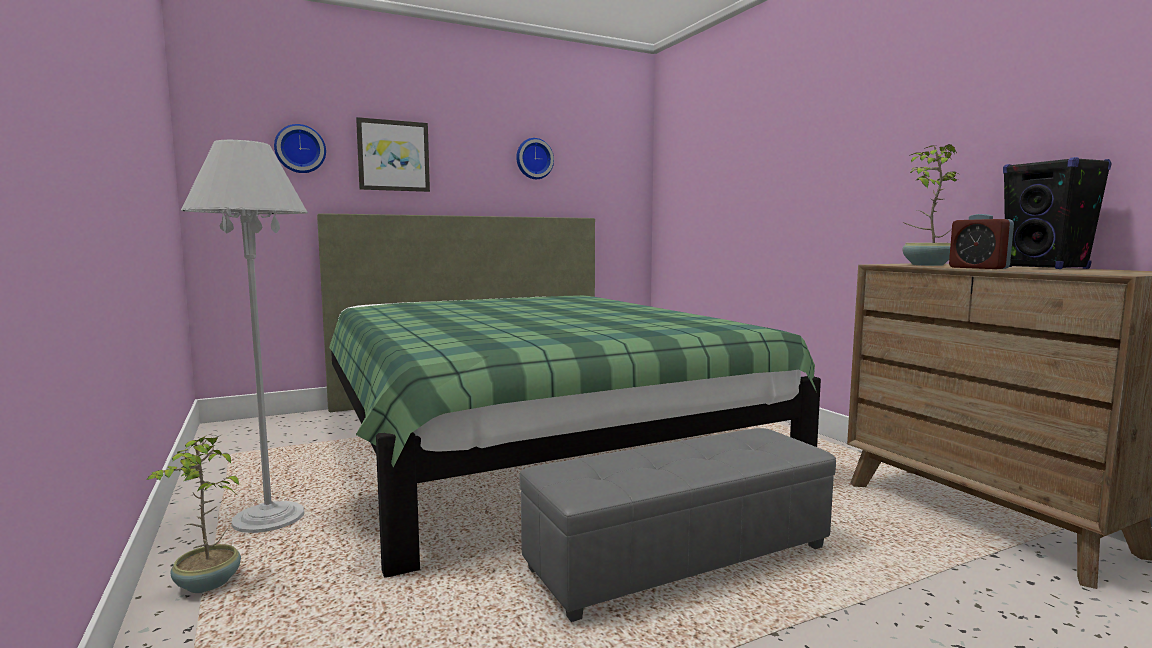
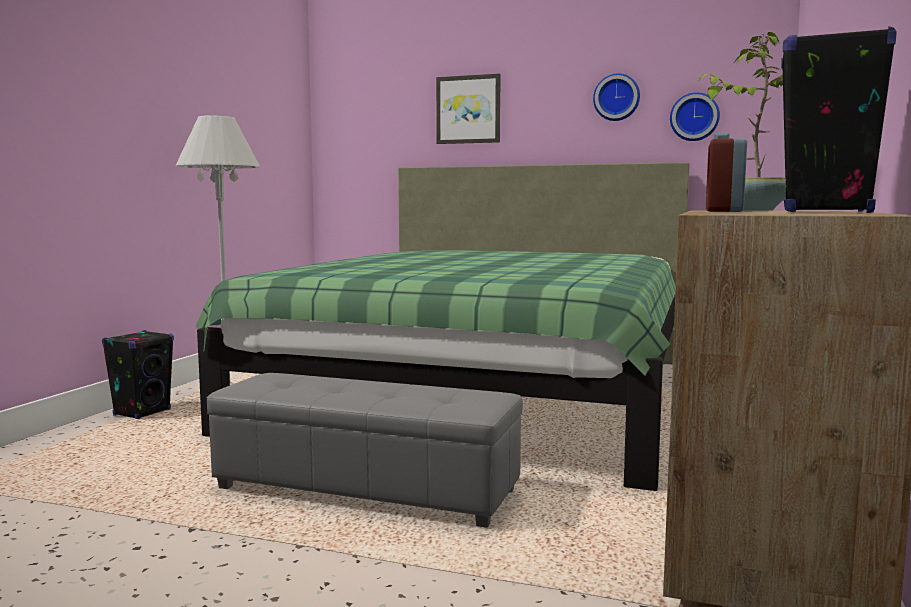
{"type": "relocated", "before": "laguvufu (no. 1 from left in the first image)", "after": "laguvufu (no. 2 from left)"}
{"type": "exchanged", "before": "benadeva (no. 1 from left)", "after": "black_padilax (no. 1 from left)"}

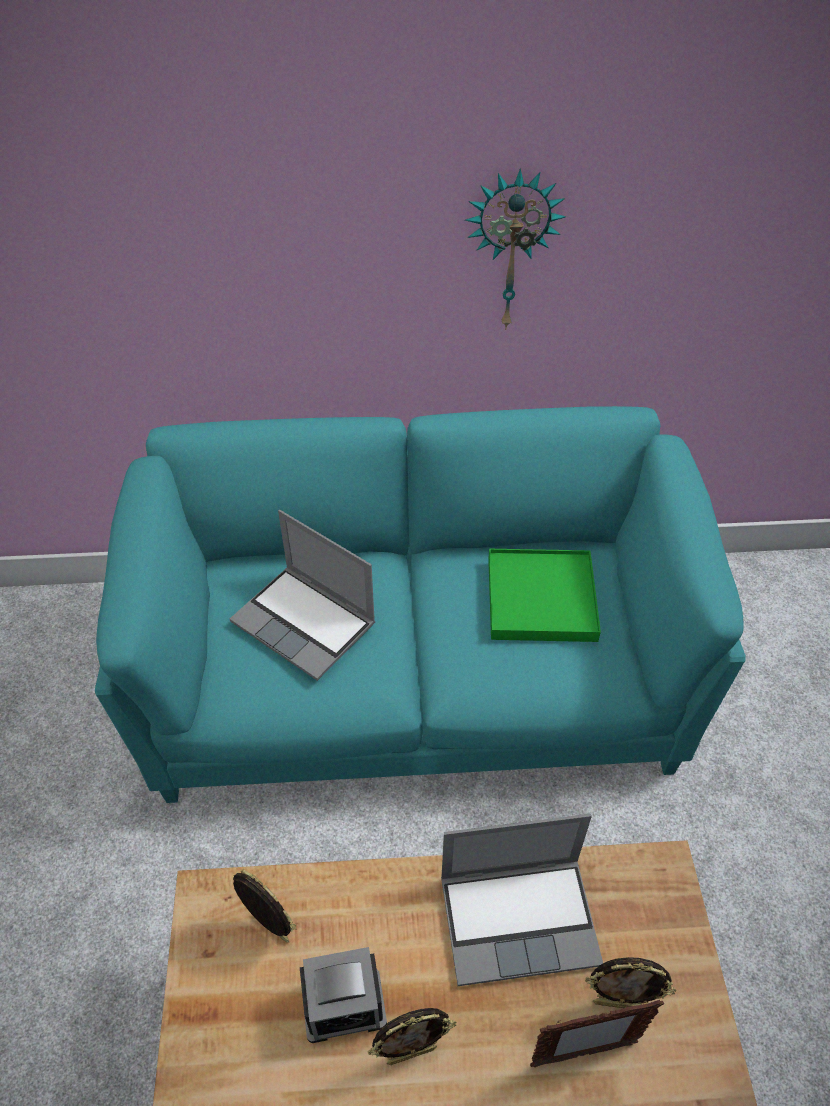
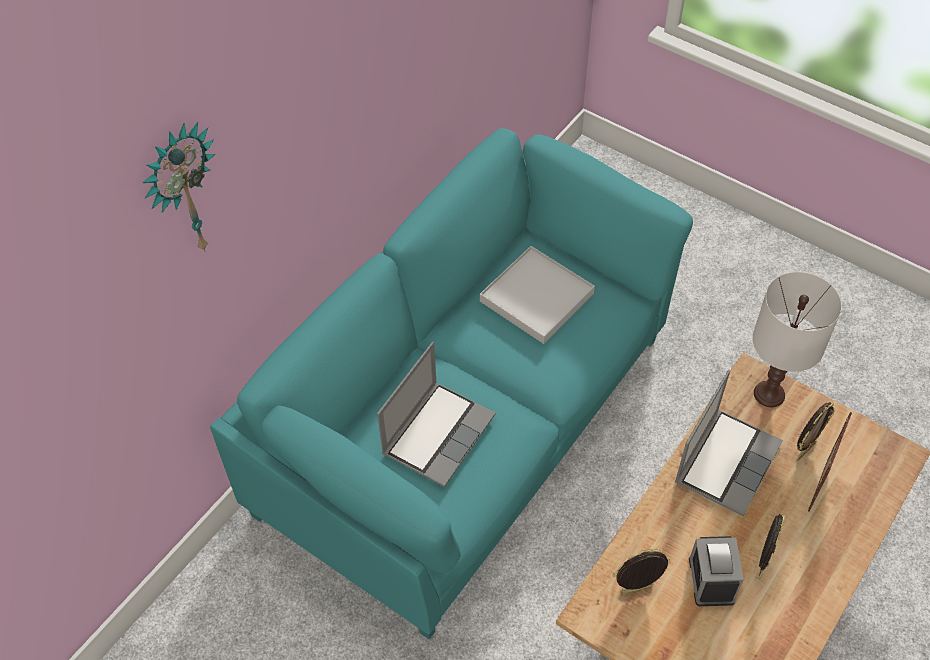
{"type": "relocated", "before": "laguvufu"}
{"type": "spun", "before": "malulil (no. 1 from left)", "turn": -45}
{"type": "colour", "before": "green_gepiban", "after": "white_gepiban"}
{"type": "spun", "before": "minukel", "turn": 150}
{"type": "appeared", "after": "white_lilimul"}

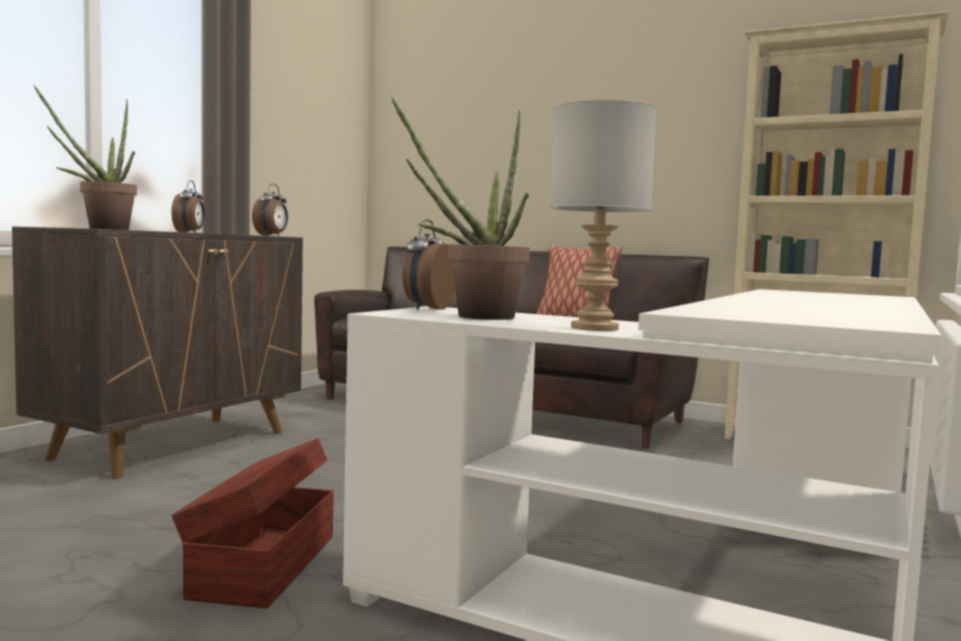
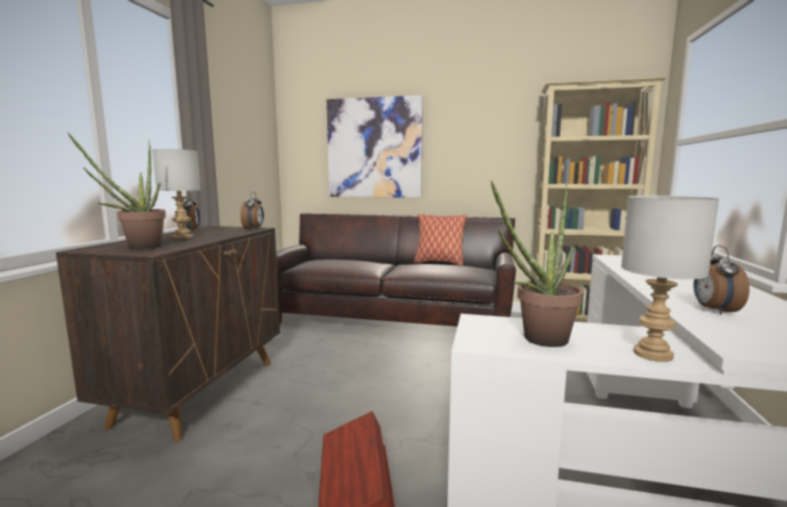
{"type": "relocated", "before": "minukel (no. 3 from left)"}
{"type": "appeared", "after": "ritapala"}
{"type": "appeared", "after": "grey_lilimul (no. 1 from left)"}

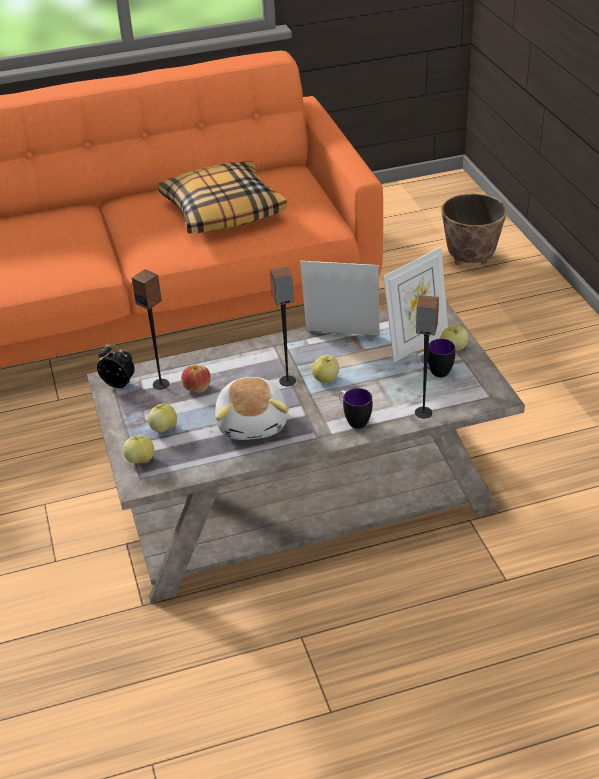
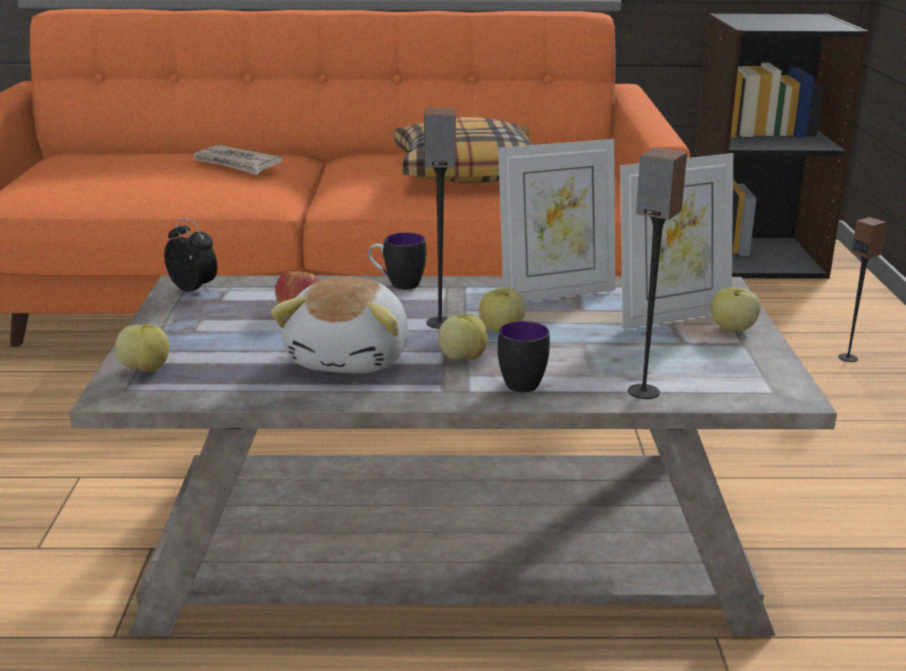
{"type": "missing", "before": "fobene"}
{"type": "spun", "before": "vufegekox (no. 1 from left)", "turn": 135}
{"type": "relocated", "before": "padilax (no. 1 from left in the first image)", "after": "padilax (no. 3 from left)"}
{"type": "relocated", "before": "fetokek (no. 2 from left in the first image)", "after": "fetokek (no. 1 from left)"}
{"type": "relocated", "before": "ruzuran (no. 2 from left in the first image)", "after": "ruzuran (no. 3 from left)"}
{"type": "appeared", "after": "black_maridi"}
{"type": "appeared", "after": "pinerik"}

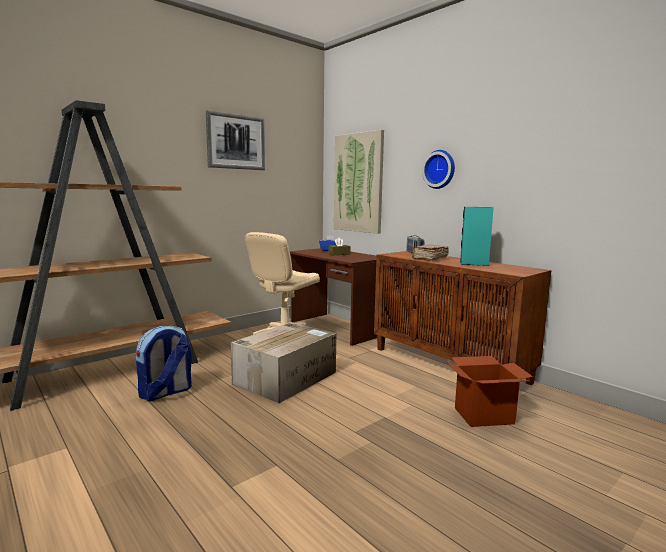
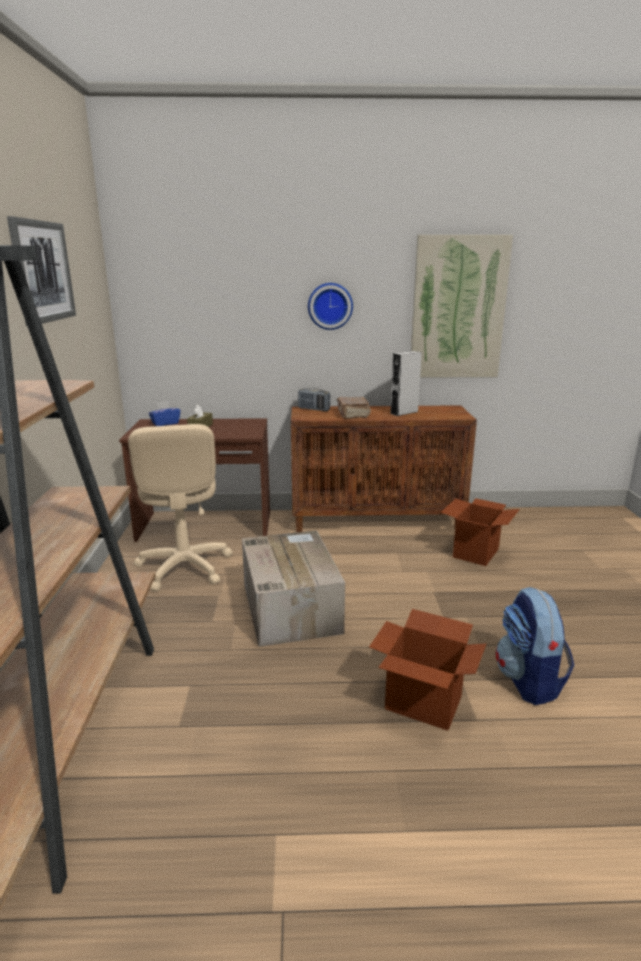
{"type": "relocated", "before": "ritapala (no. 2 from left)"}
{"type": "colour", "before": "turquoise_padilax", "after": "grey_padilax"}
{"type": "relocated", "before": "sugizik"}
{"type": "appeared", "after": "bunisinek (no. 2 from left)"}

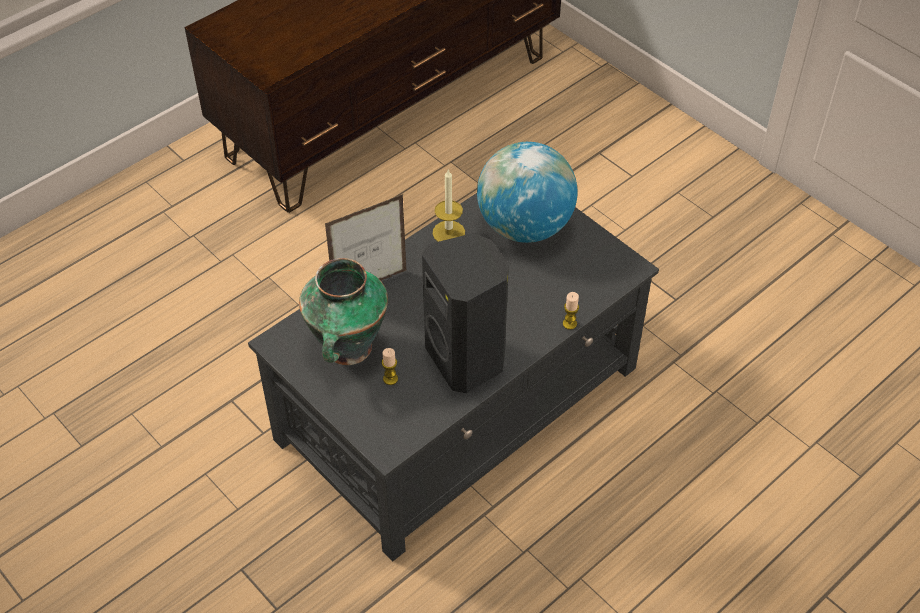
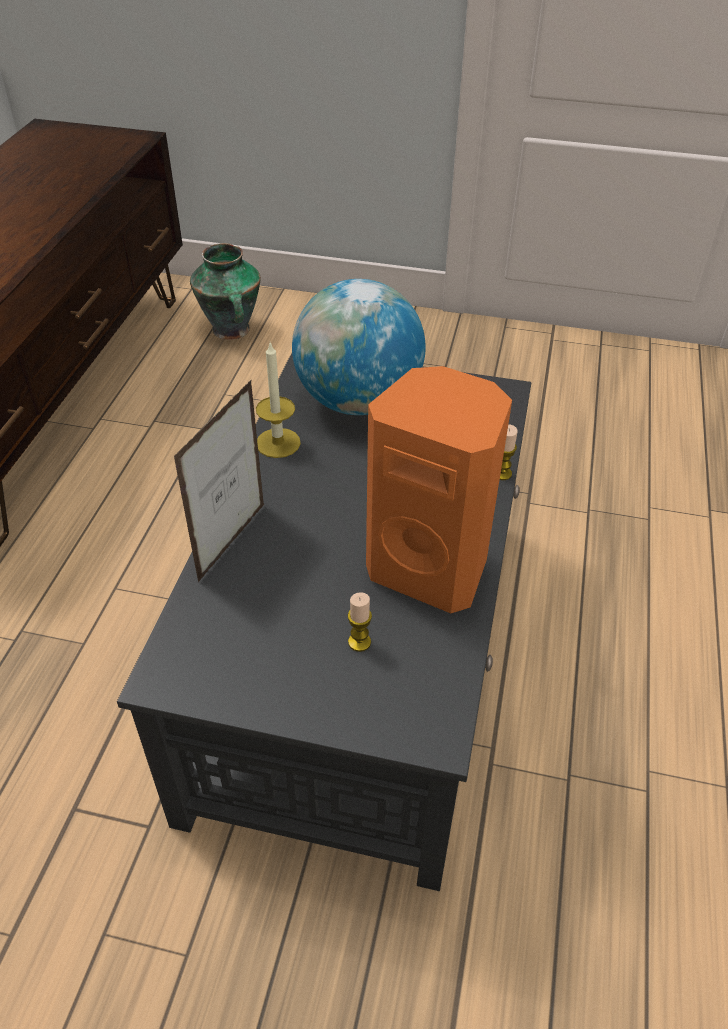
{"type": "colour", "before": "black_padilax", "after": "orange_padilax"}
{"type": "relocated", "before": "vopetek"}

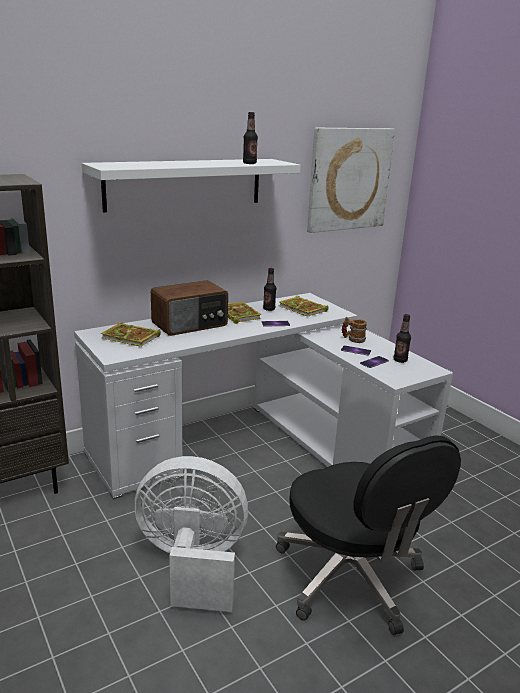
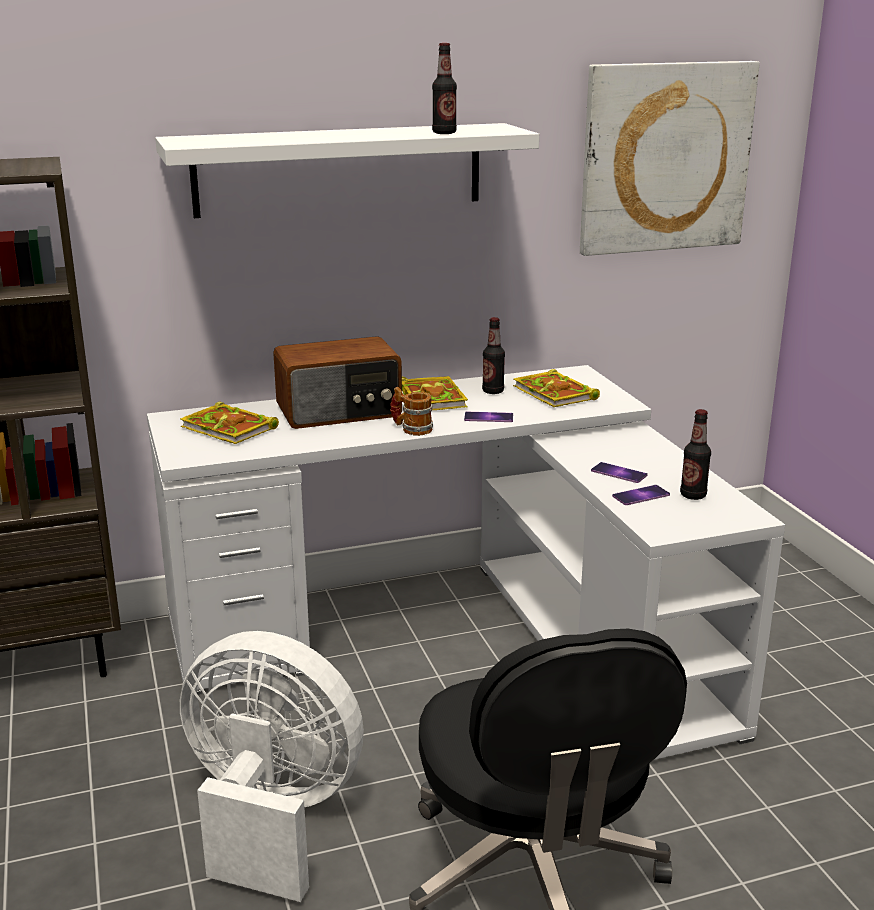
{"type": "relocated", "before": "fetokek"}

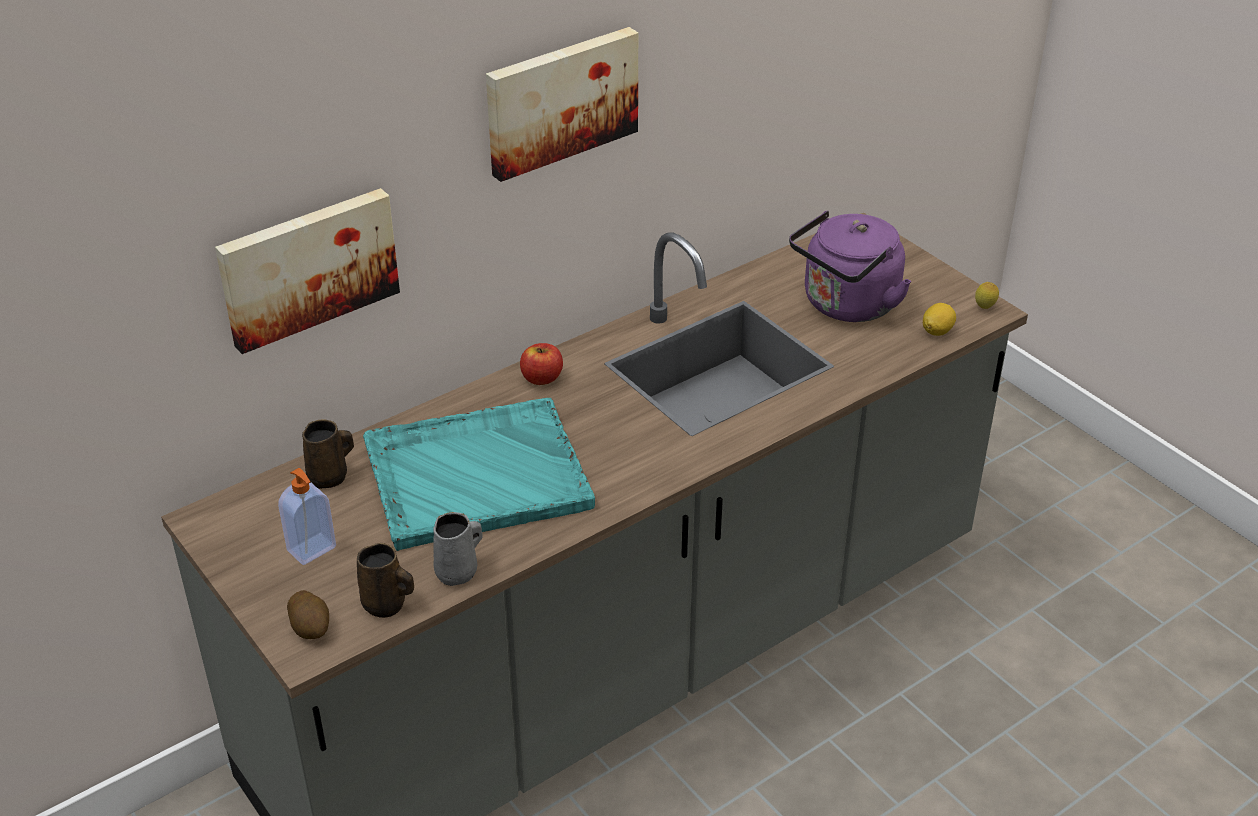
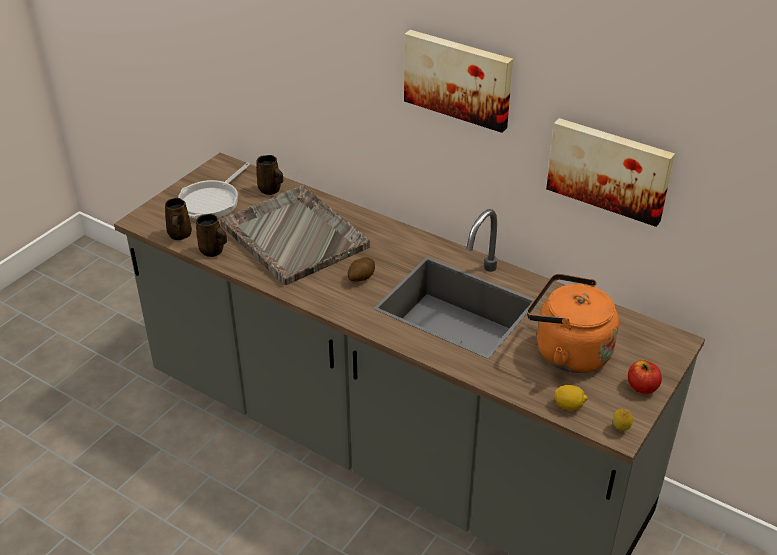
{"type": "relocated", "before": "ritapala (no. 1 from left in the first image)", "after": "ritapala (no. 2 from left)"}
{"type": "colour", "before": "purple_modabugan", "after": "orange_modabugan"}
{"type": "relocated", "before": "ruzuran"}
{"type": "colour", "before": "turquoise_gepiban", "after": "grey_gepiban"}
{"type": "exchanged", "before": "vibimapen", "after": "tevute"}
{"type": "colour", "before": "grey_fetokek", "after": "brown_fetokek (no. 2 from left)"}
{"type": "relocated", "before": "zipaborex"}

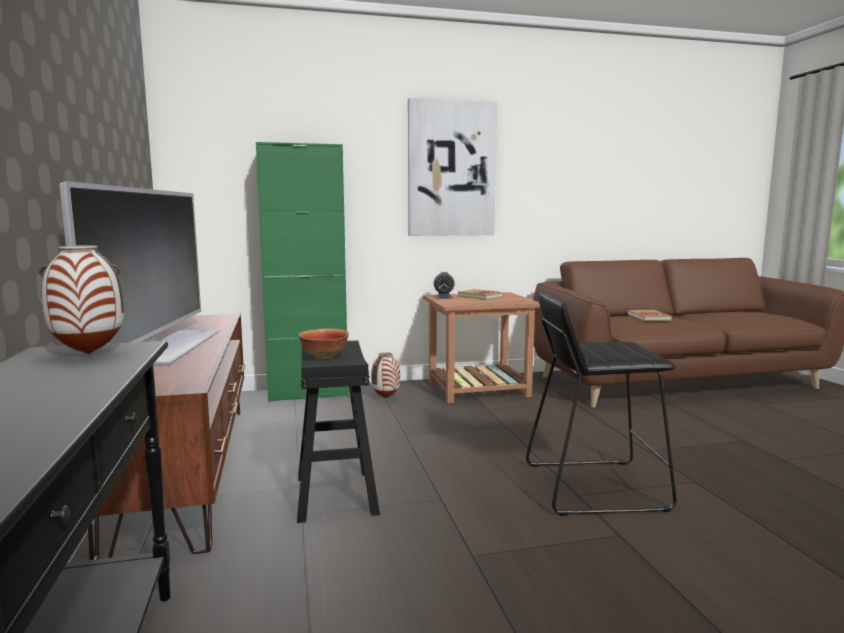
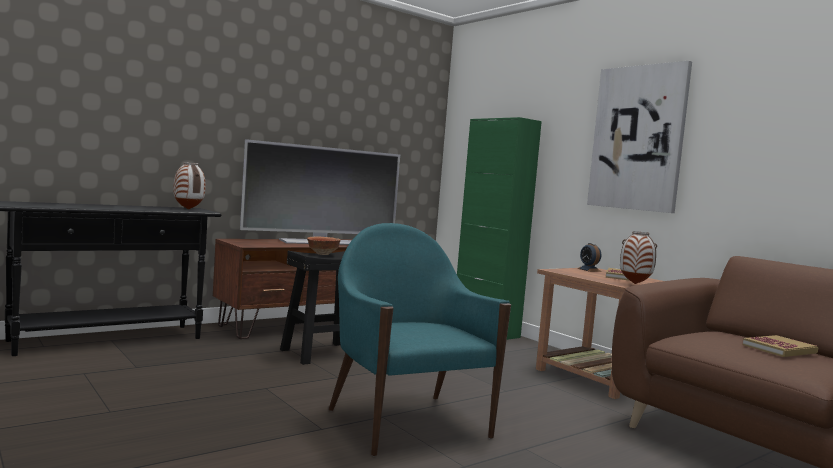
{"type": "exchanged", "before": "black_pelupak (no. 2 from left)", "after": "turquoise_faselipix"}
{"type": "relocated", "before": "vopetek (no. 2 from left)"}

